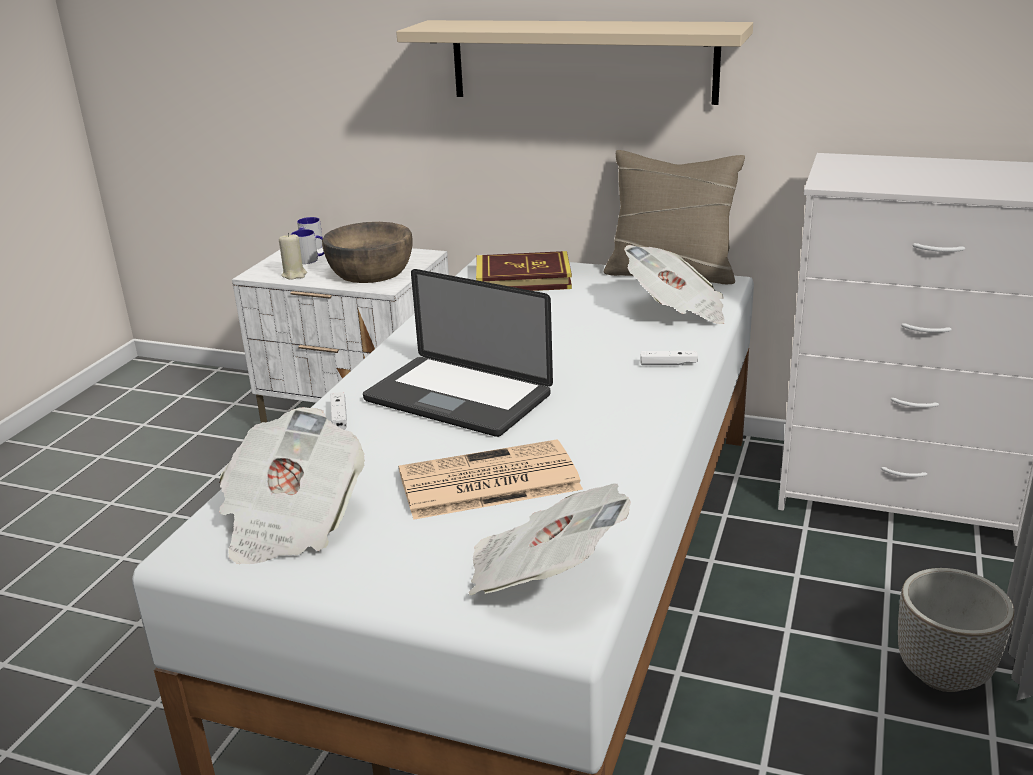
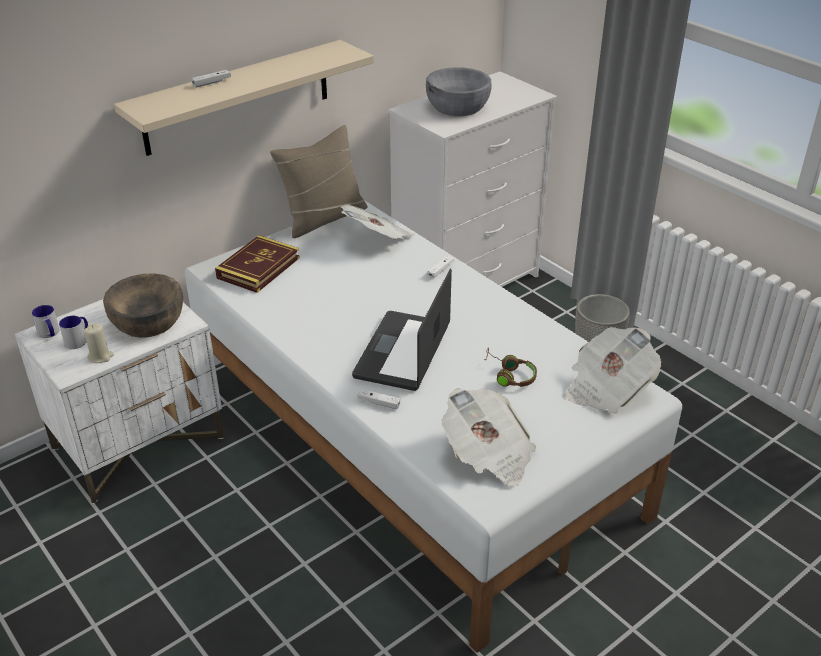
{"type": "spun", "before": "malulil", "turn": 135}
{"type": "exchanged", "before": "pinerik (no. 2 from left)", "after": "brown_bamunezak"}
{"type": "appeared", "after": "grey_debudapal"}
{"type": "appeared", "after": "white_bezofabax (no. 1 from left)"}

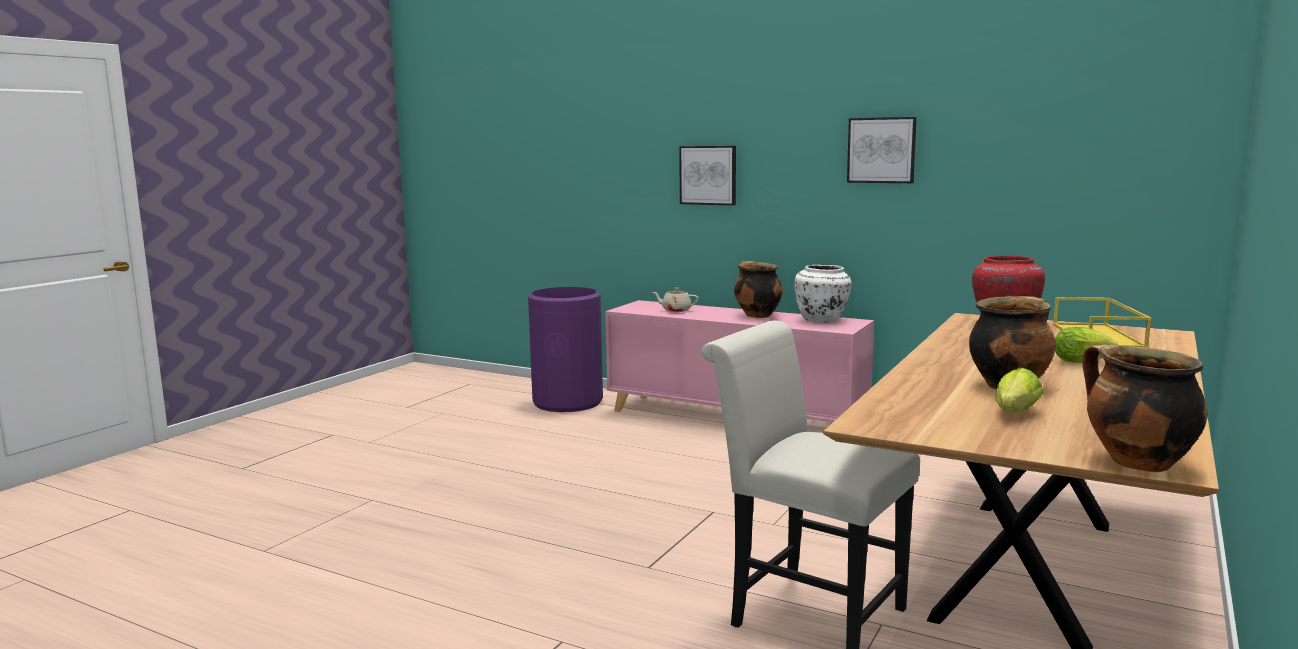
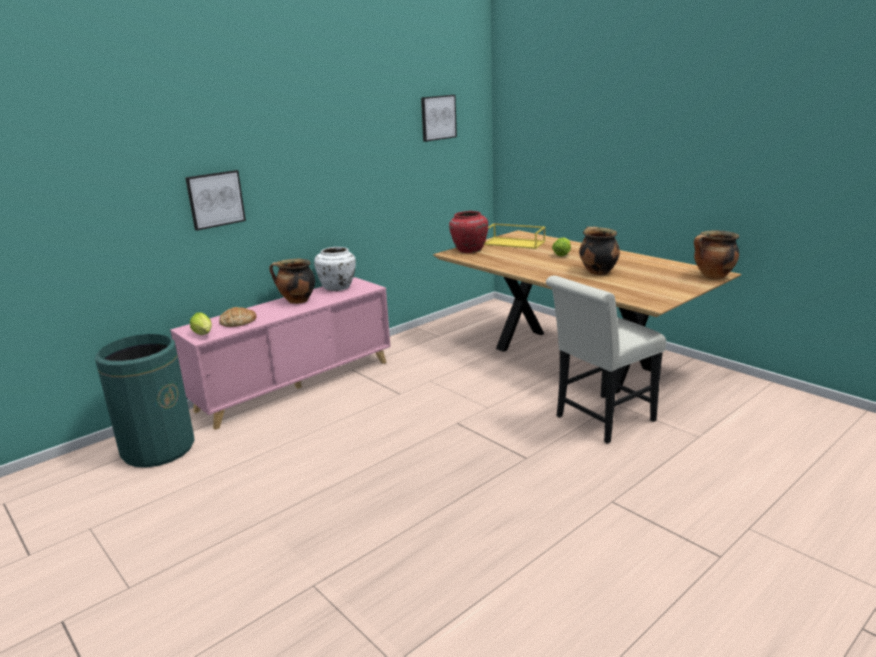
{"type": "relocated", "before": "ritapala (no. 2 from left)"}
{"type": "colour", "before": "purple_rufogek", "after": "green_rufogek"}
{"type": "exchanged", "before": "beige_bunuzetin", "after": "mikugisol"}
{"type": "relocated", "before": "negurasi (no. 1 from left)"}

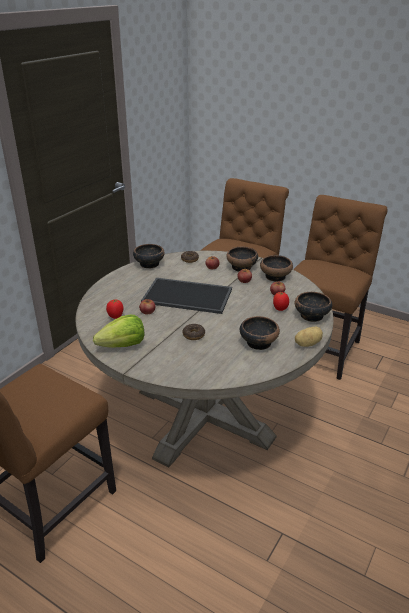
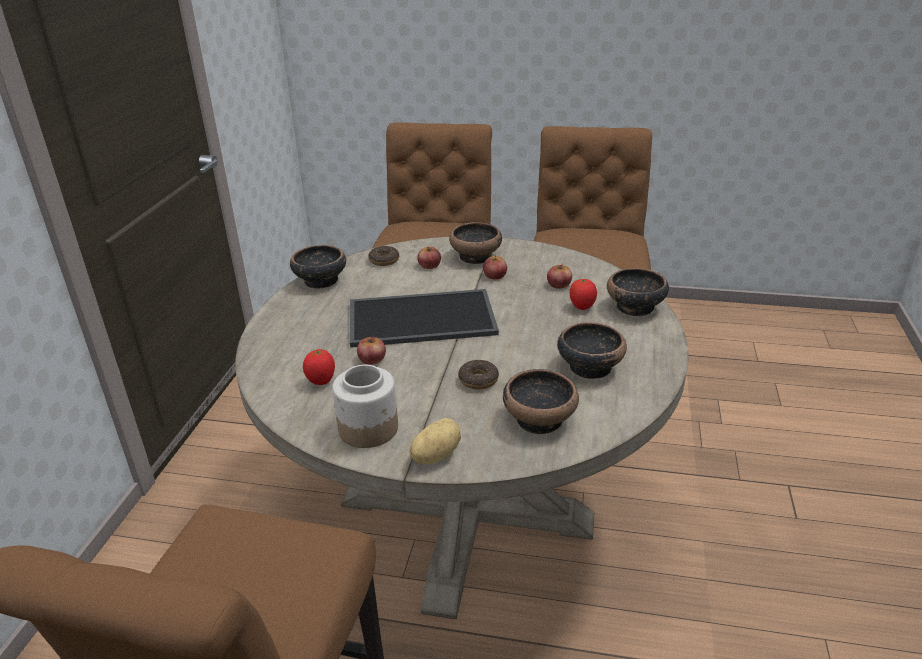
{"type": "relocated", "before": "debudapal (no. 4 from left in the first image)", "after": "debudapal (no. 3 from left)"}
{"type": "exchanged", "before": "negurasi", "after": "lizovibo"}
{"type": "relocated", "before": "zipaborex"}

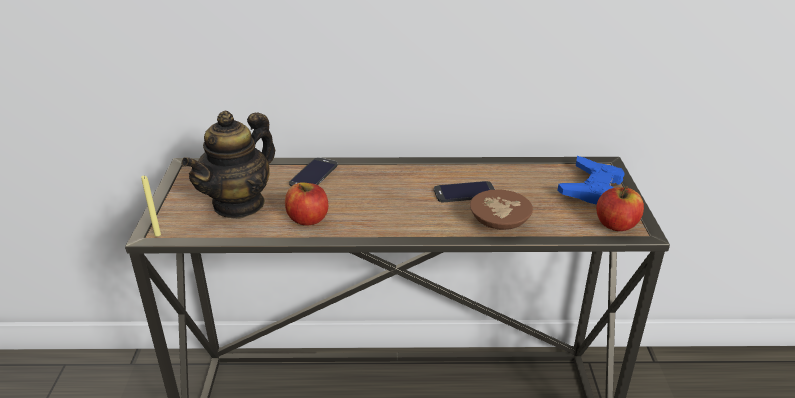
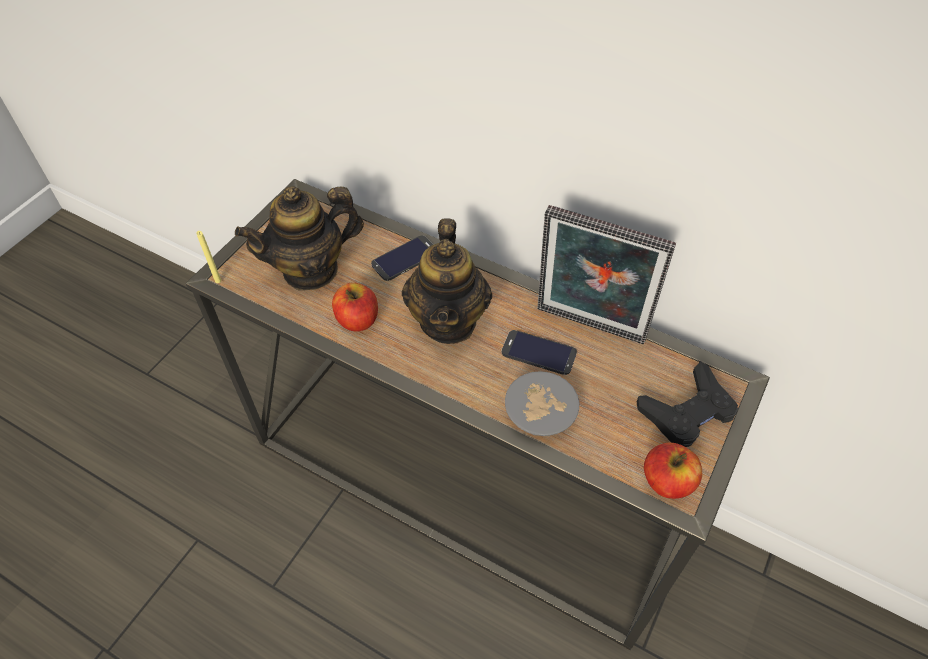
{"type": "colour", "before": "blue_bezofabax", "after": "black_bezofabax"}
{"type": "colour", "before": "brown_debudapal", "after": "grey_debudapal"}
{"type": "appeared", "after": "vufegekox"}
{"type": "appeared", "after": "bunuzetin (no. 2 from left)"}

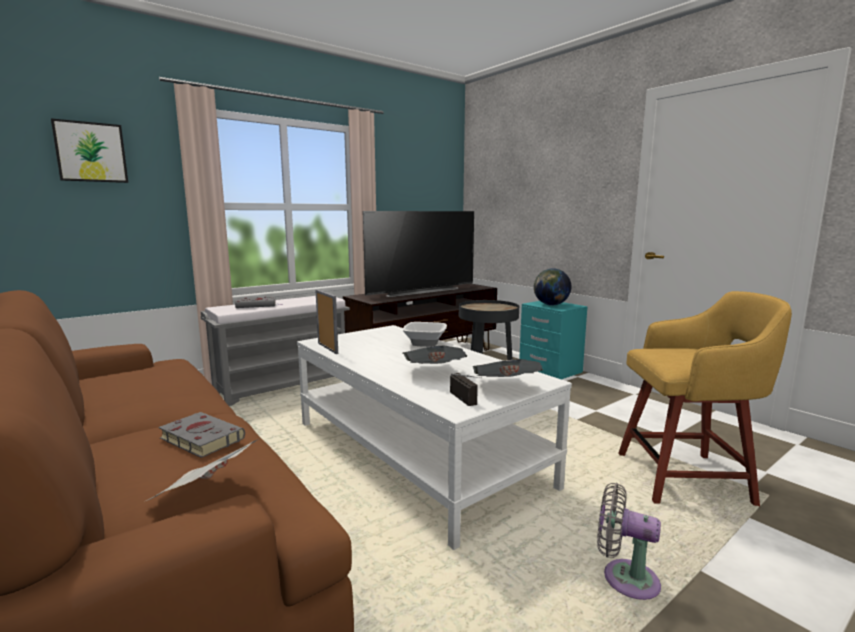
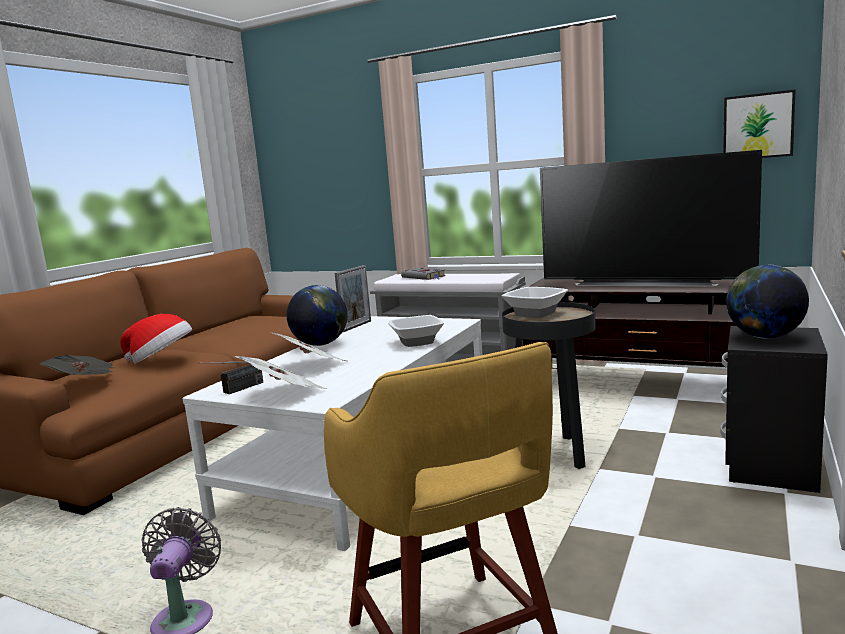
{"type": "relocated", "before": "ritapala"}
{"type": "colour", "before": "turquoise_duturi", "after": "black_duturi"}
{"type": "exchanged", "before": "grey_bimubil (no. 1 from left)", "after": "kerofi"}
{"type": "appeared", "after": "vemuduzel (no. 1 from left)"}
{"type": "appeared", "after": "debudapal (no. 2 from left)"}

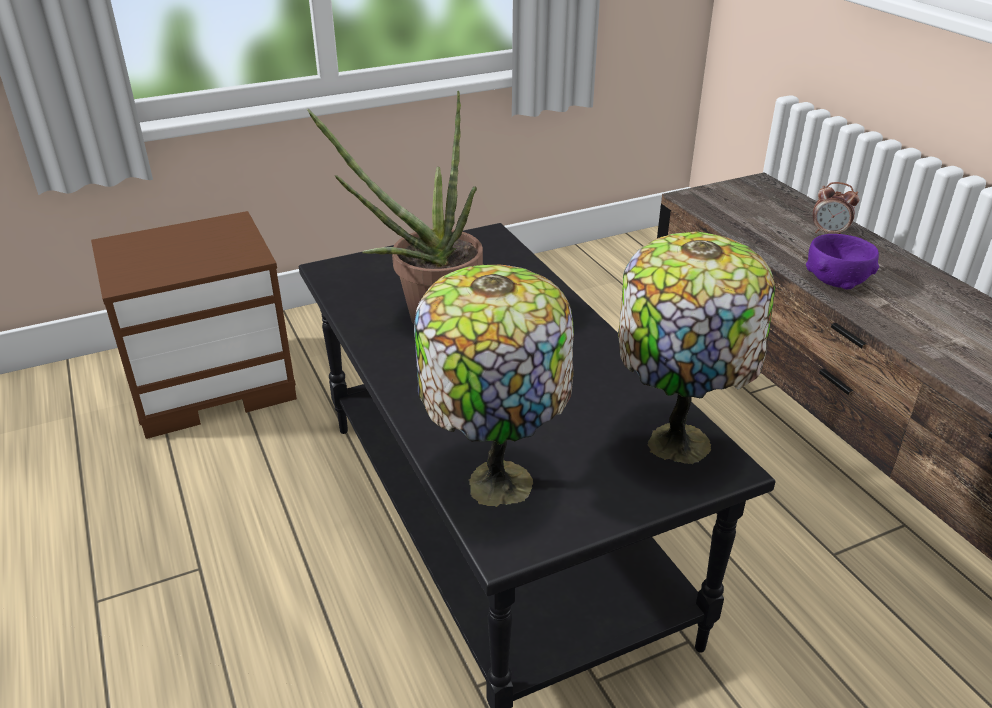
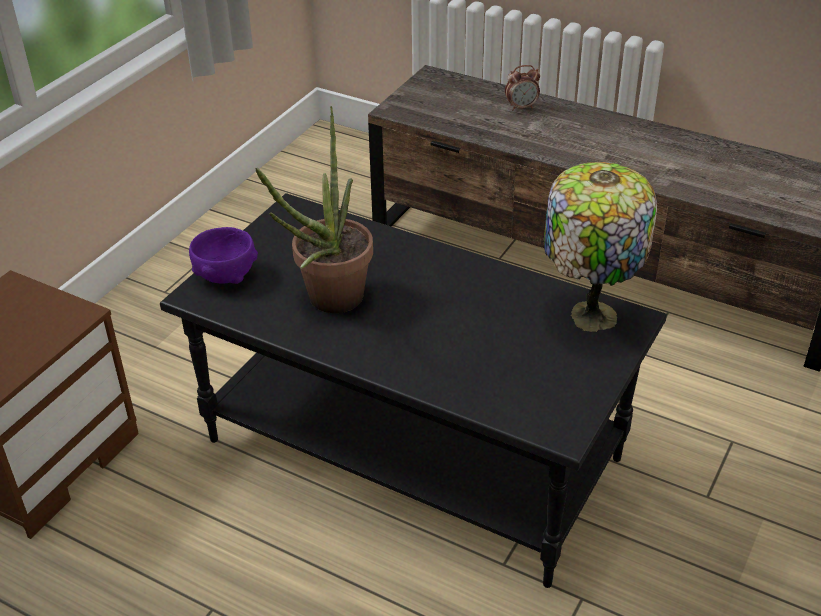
{"type": "relocated", "before": "purple_debudapal"}
{"type": "missing", "before": "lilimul (no. 1 from left)"}

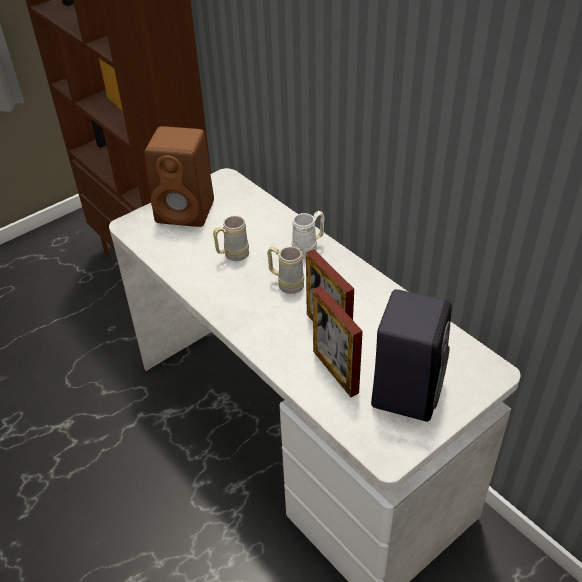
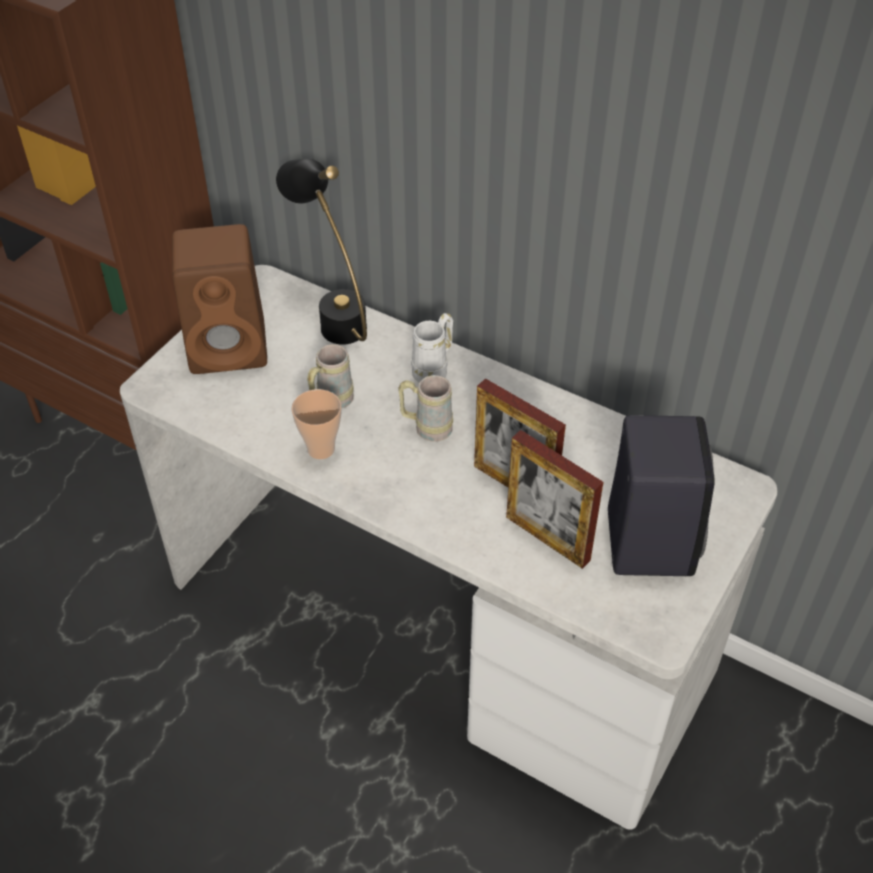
{"type": "appeared", "after": "black_lilimul"}
{"type": "appeared", "after": "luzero"}

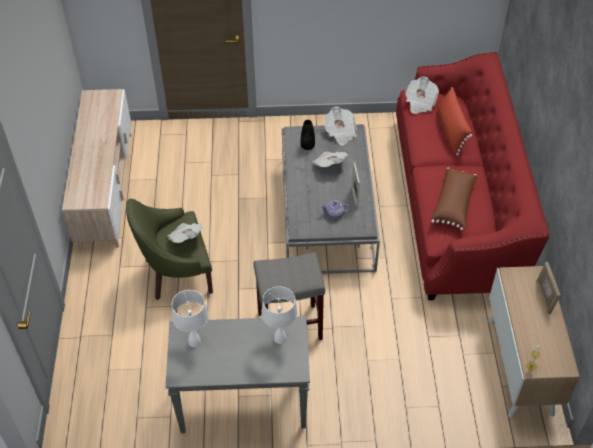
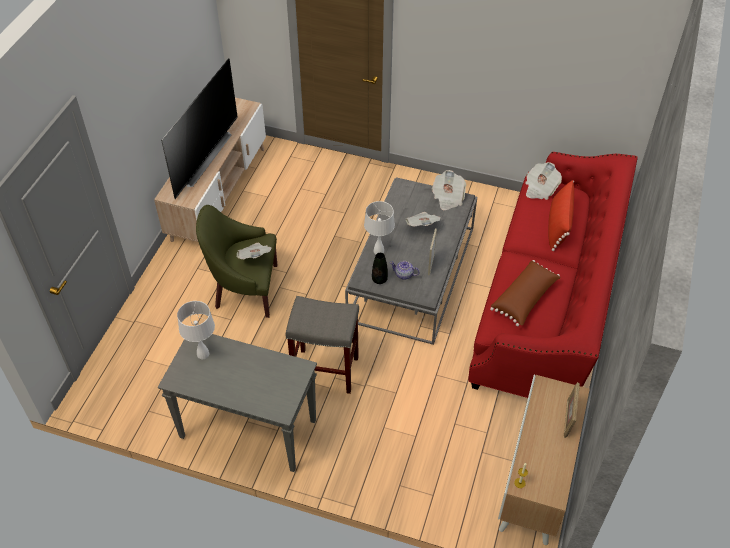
{"type": "relocated", "before": "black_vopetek"}
{"type": "relocated", "before": "white_lilimul (no. 2 from left)"}
{"type": "appeared", "after": "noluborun"}

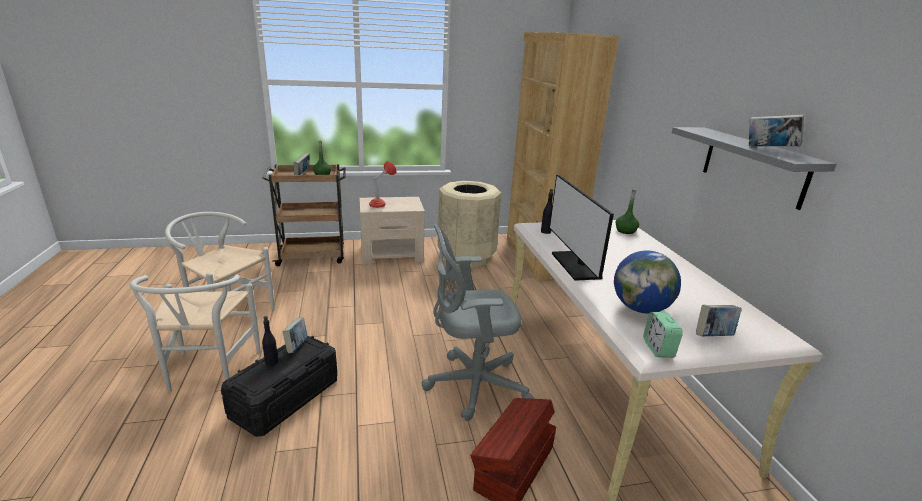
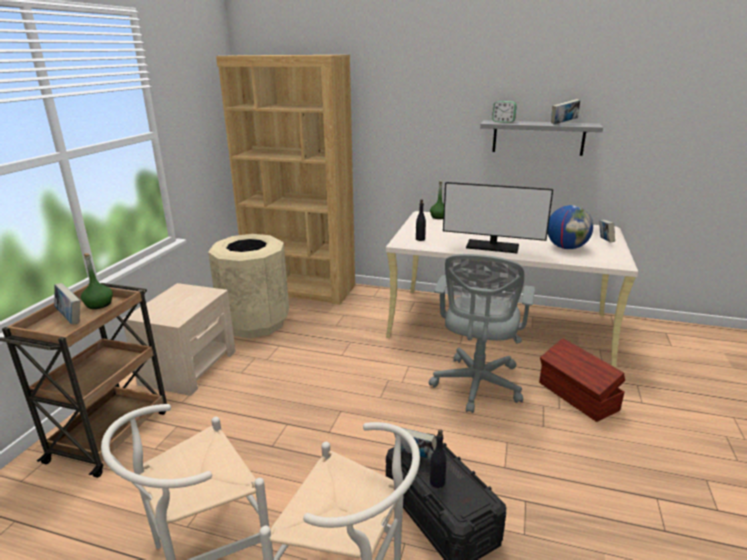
{"type": "missing", "before": "red_lilimul"}
{"type": "relocated", "before": "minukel"}

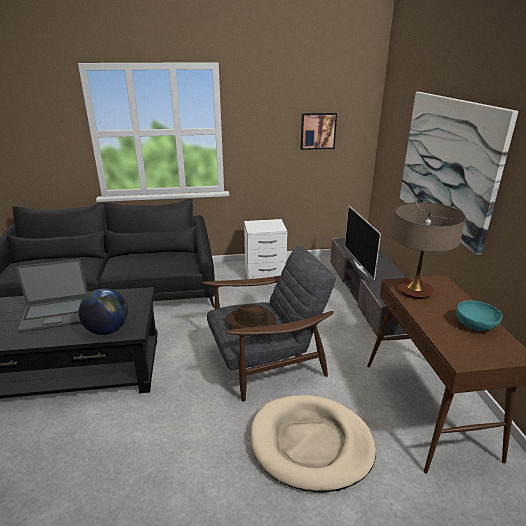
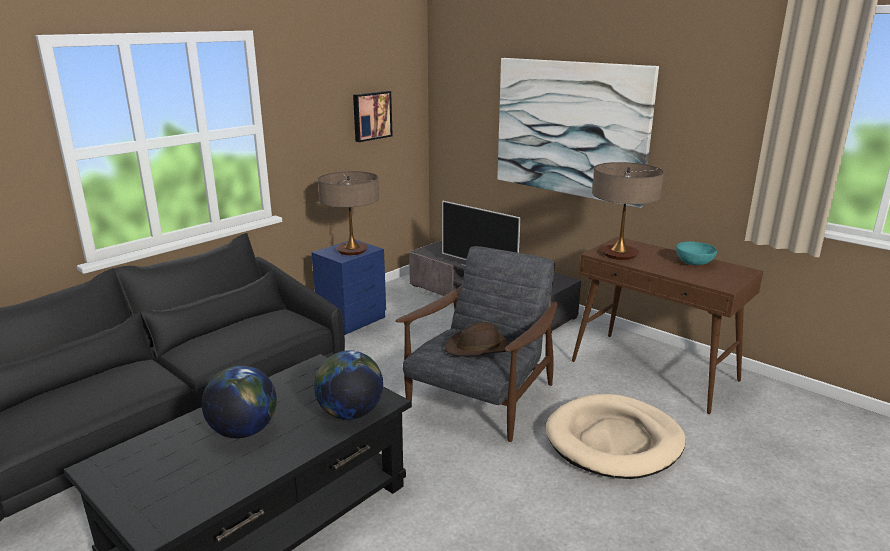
{"type": "colour", "before": "white_duturi", "after": "blue_duturi"}
{"type": "exchanged", "before": "malulil", "after": "vemuduzel (no. 1 from left)"}
{"type": "appeared", "after": "lilimul (no. 1 from left)"}

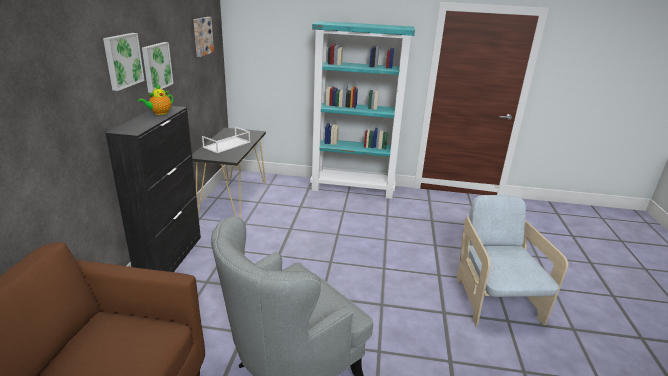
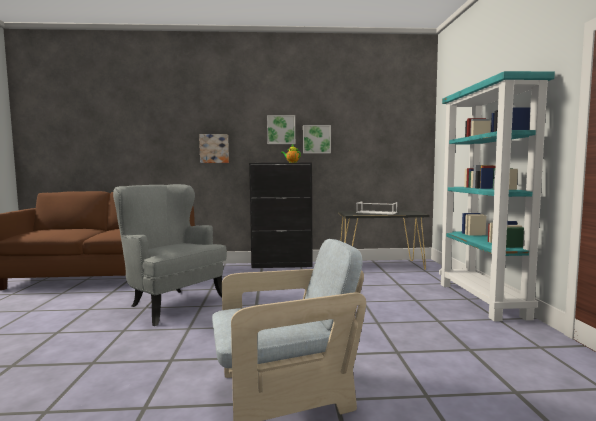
{"type": "relocated", "before": "ritapala (no. 3 from left in the first image)", "after": "ritapala (no. 1 from left)"}

